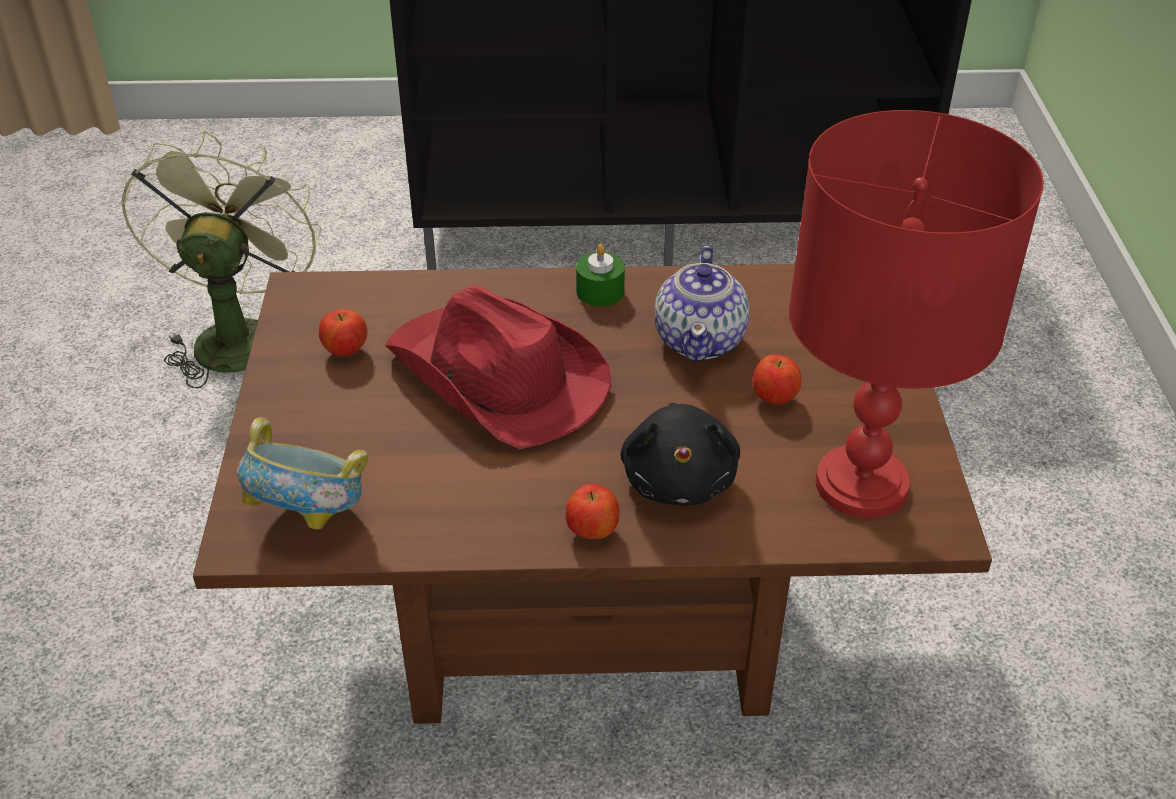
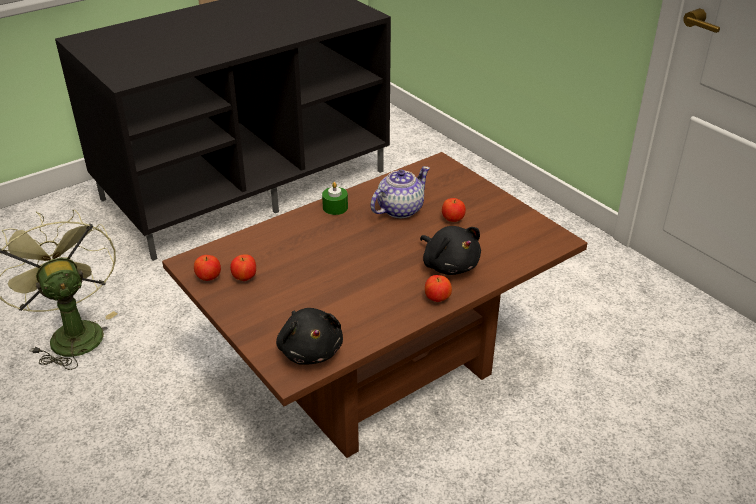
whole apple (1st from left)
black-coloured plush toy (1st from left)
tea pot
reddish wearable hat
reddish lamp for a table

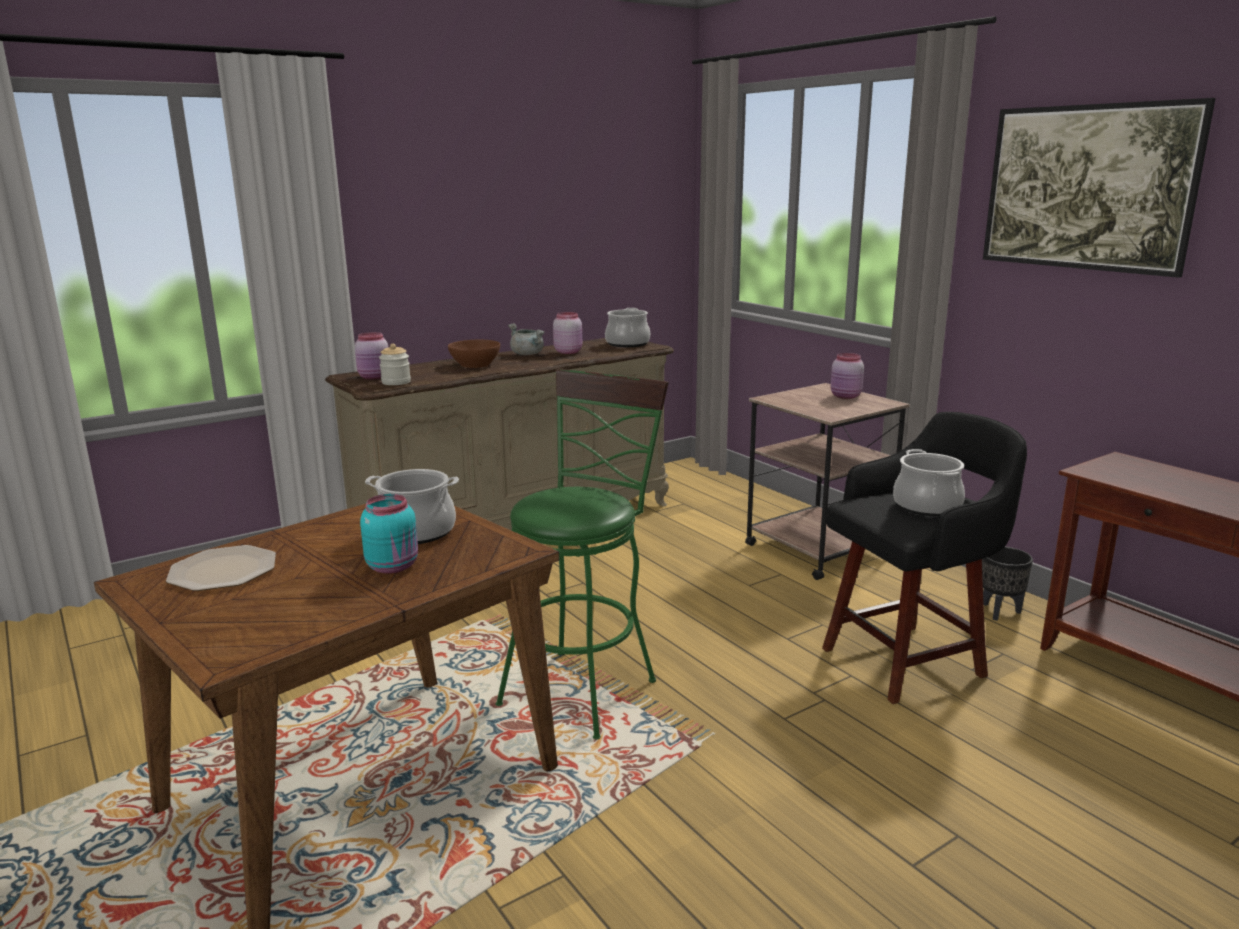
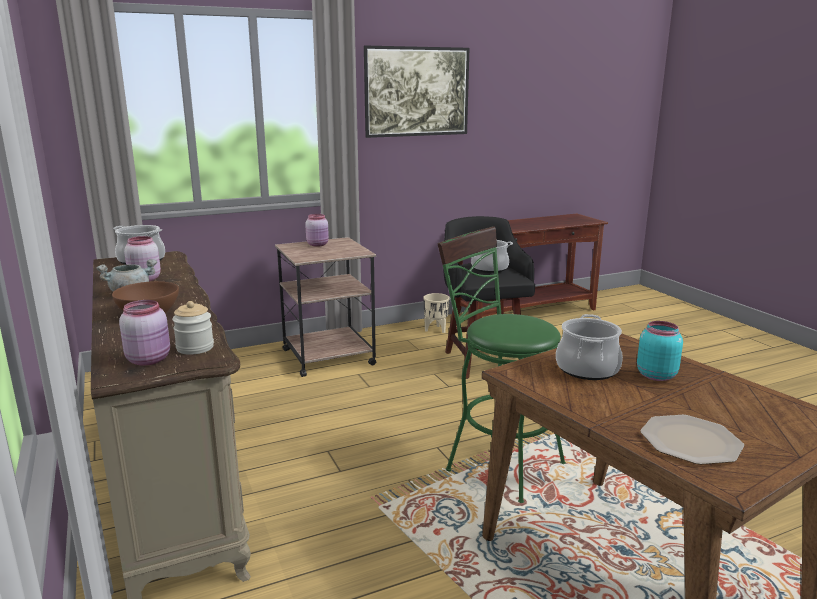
sand-coloured planter

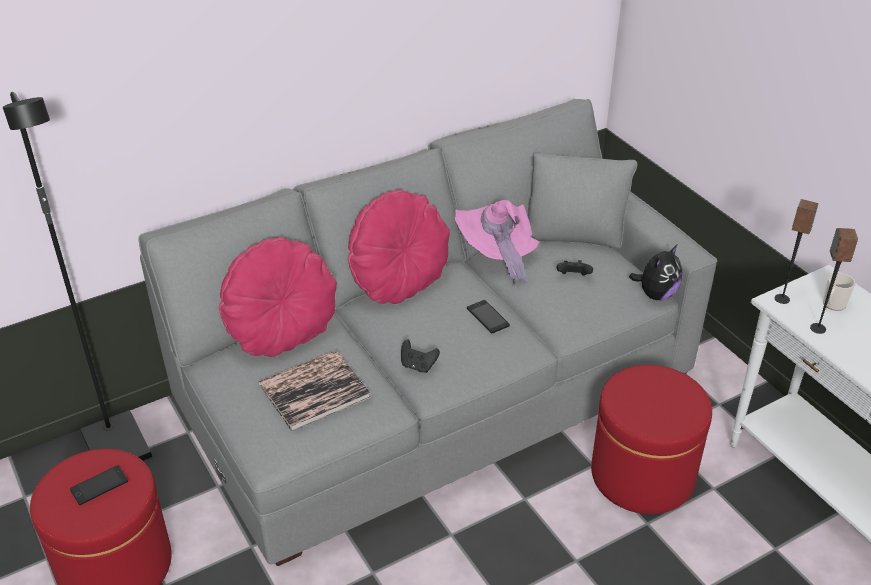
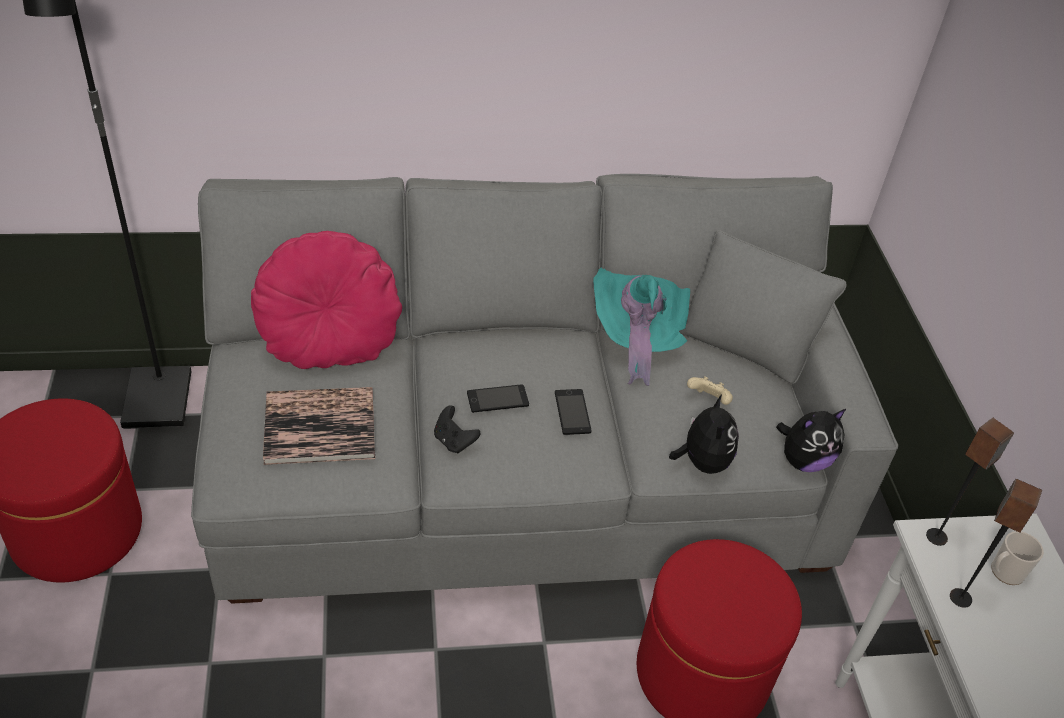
handset (1st from left)
blue-green wearable hat
plush toy (1st from left)
sand-coloured joypad
pink cushion (2nd from left in the first image)

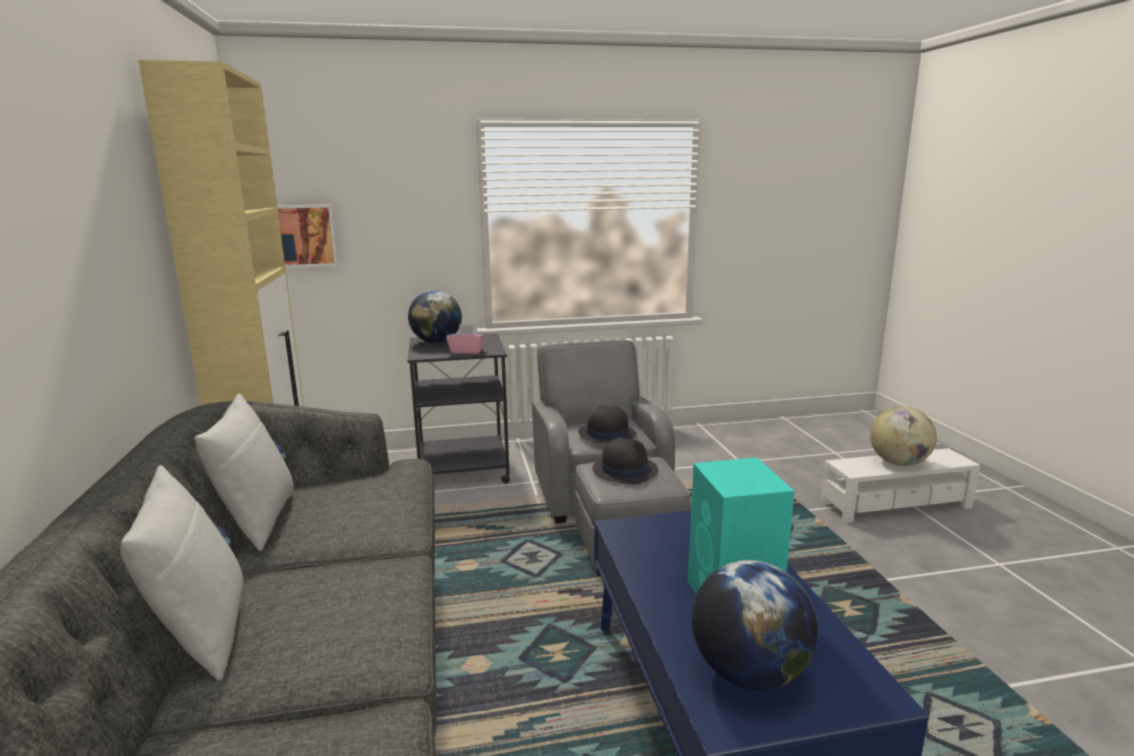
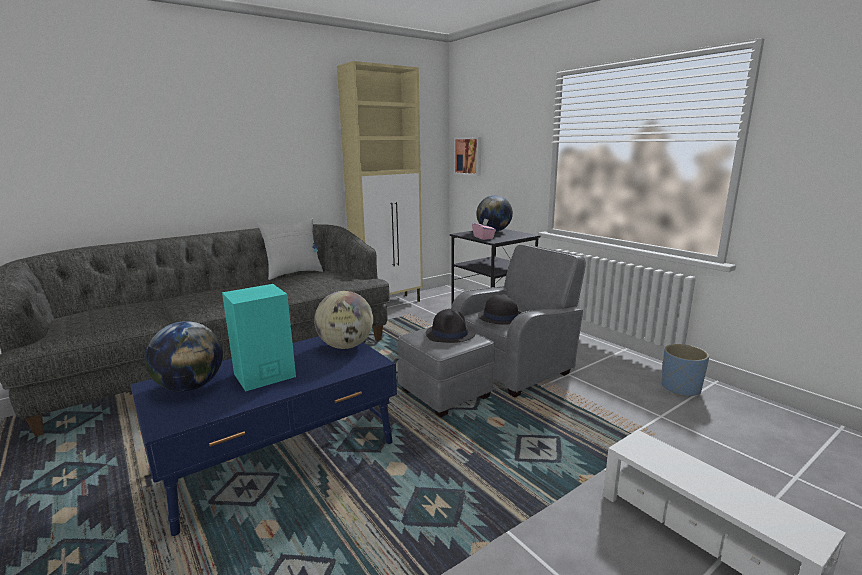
globe (2nd from left)
blue-coloured planter
greyish cushion (1st from left in the first image)

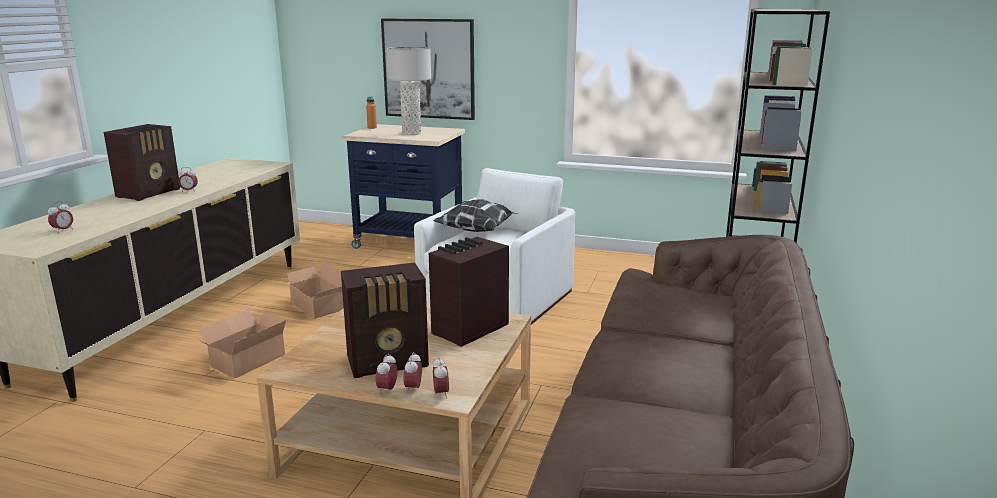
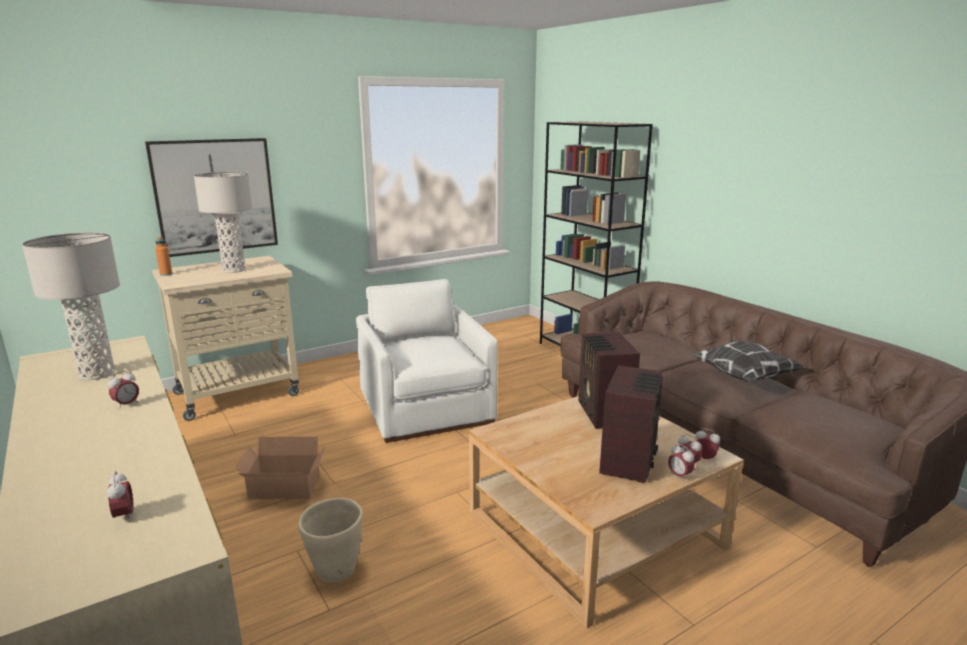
white lamp for a table (1st from left)
sand-coloured cart
sand-coloured planter
cushion
radio (1st from left in the first image)

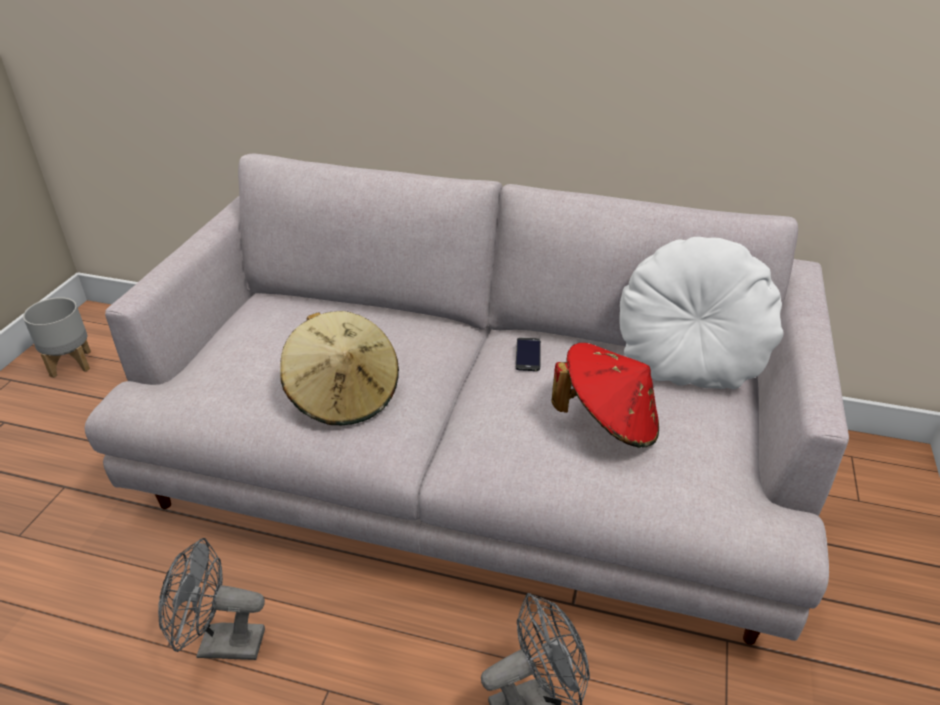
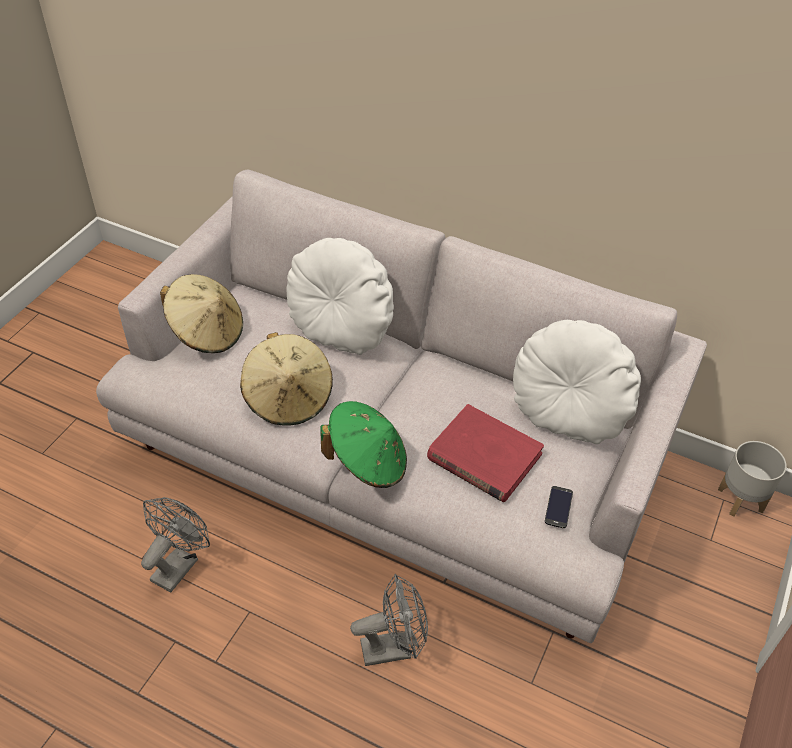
greyish cooling fan (1st from left)
sand-coloured wearable hat (1st from left)
white cushion (1st from left)
greenish wearable hat
reddish bound book
handset
greyish planter

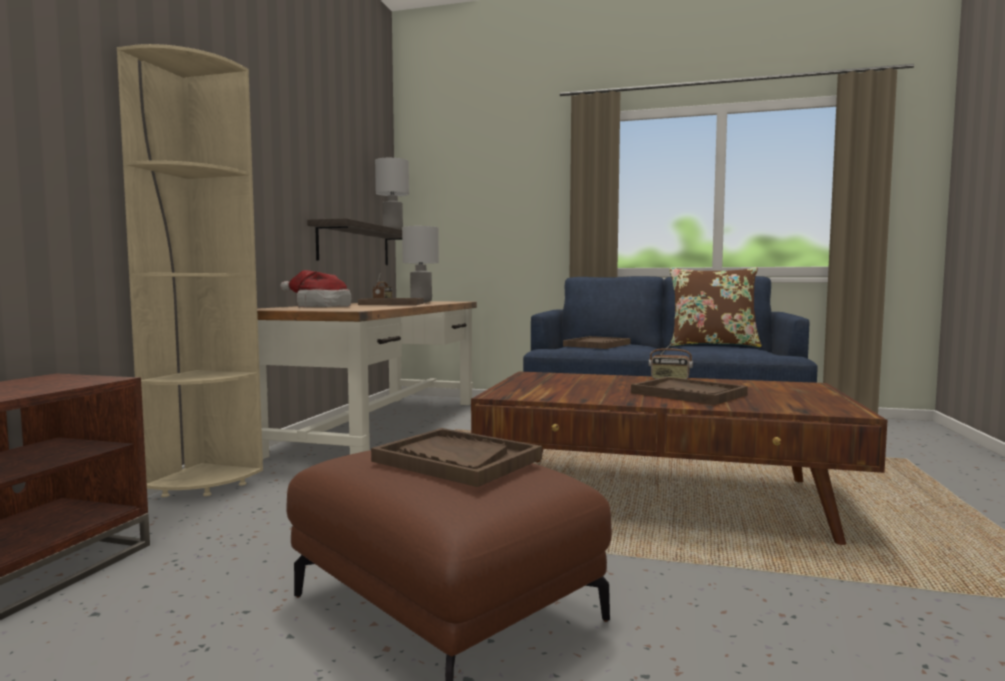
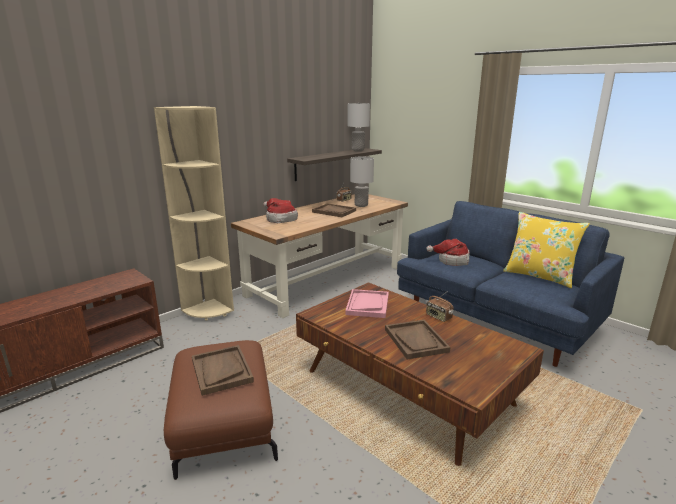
pink serving tray
wearable hat (2nd from left)
yellowish cushion

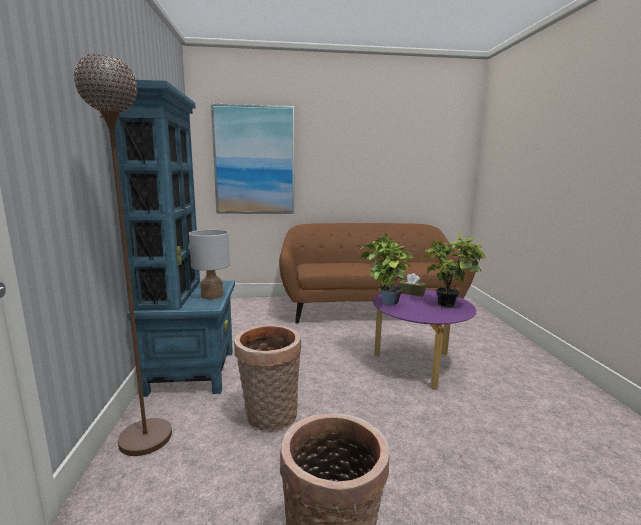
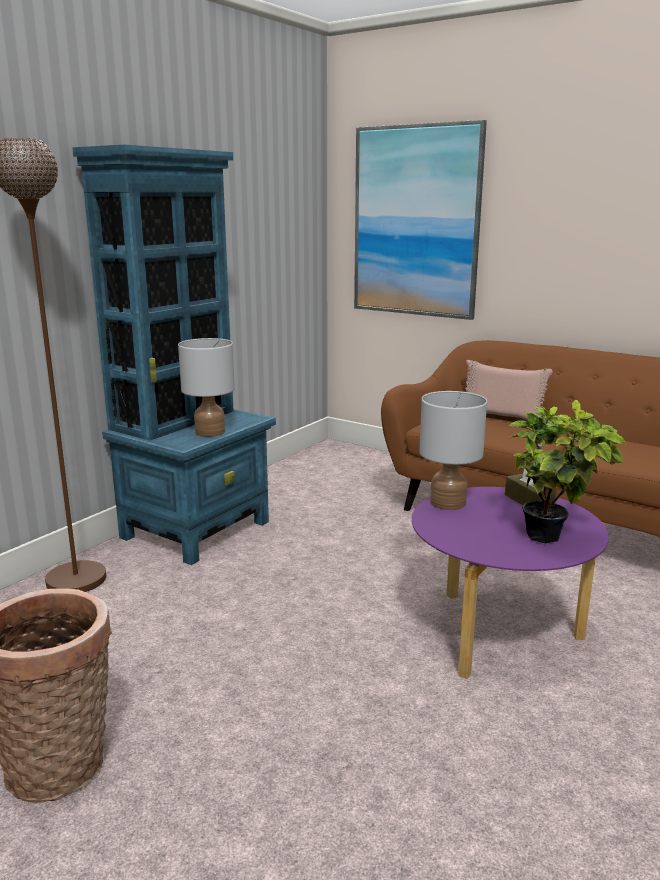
greyish lamp for a table (2nd from left)
sand-coloured cushion
basket (1st from left in the first image)

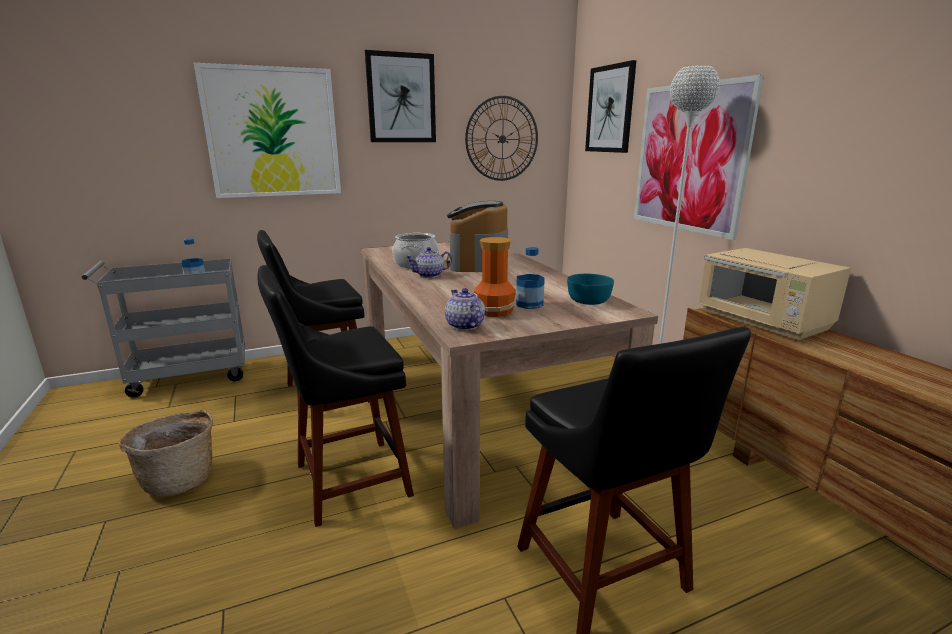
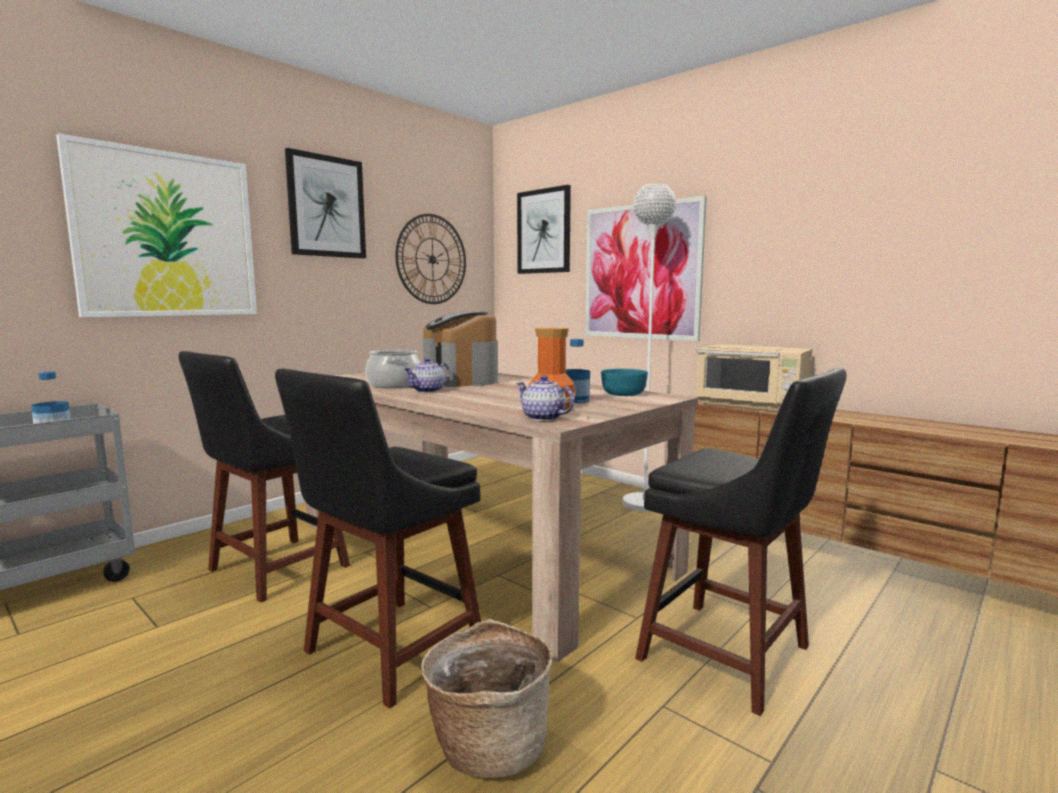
basket

